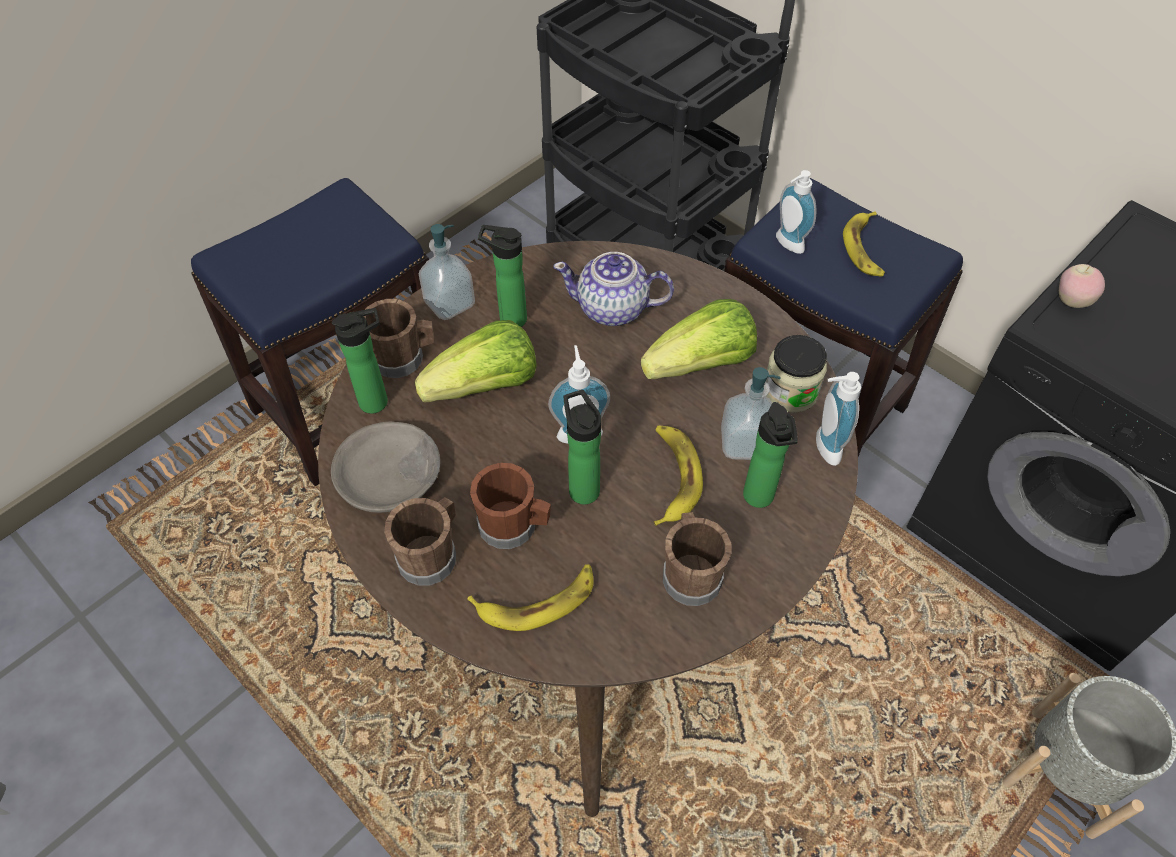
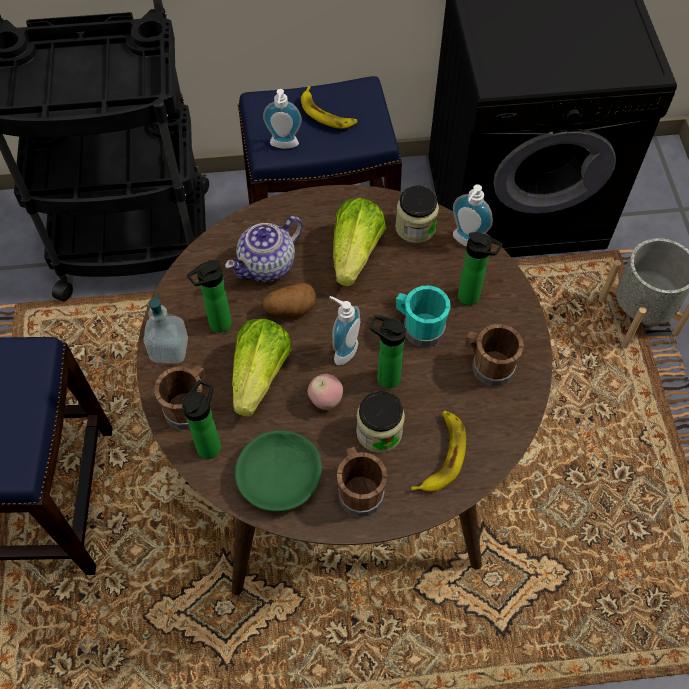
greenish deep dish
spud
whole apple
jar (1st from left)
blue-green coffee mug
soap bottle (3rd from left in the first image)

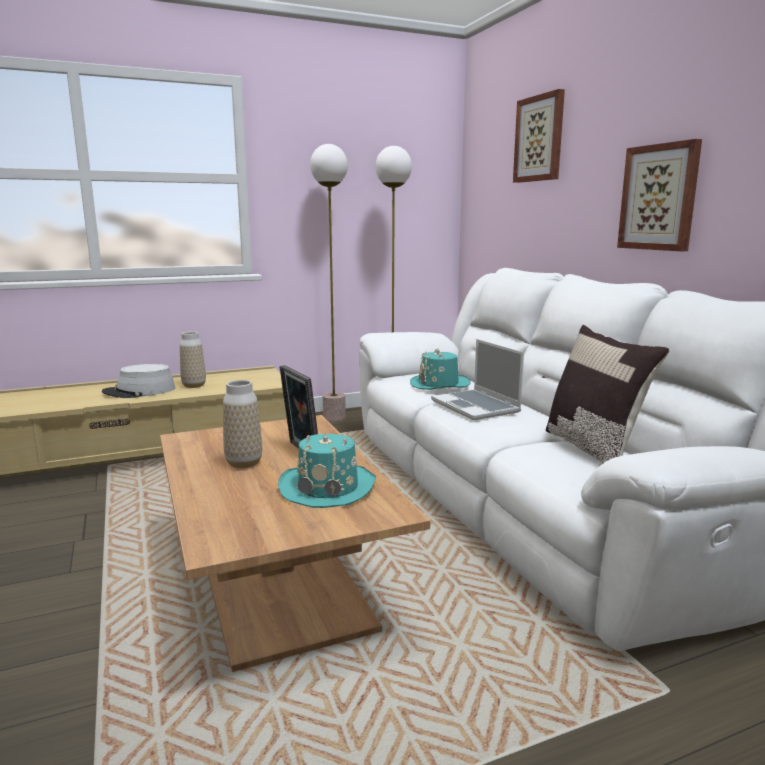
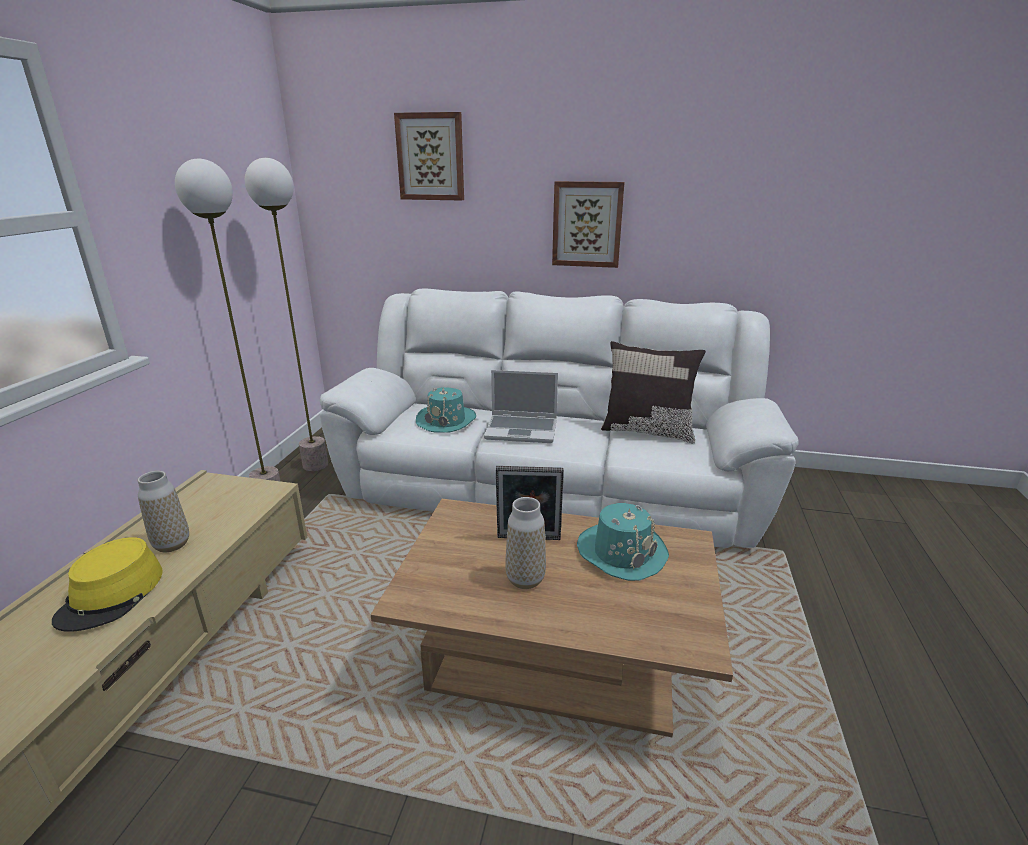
yellowish wearable hat

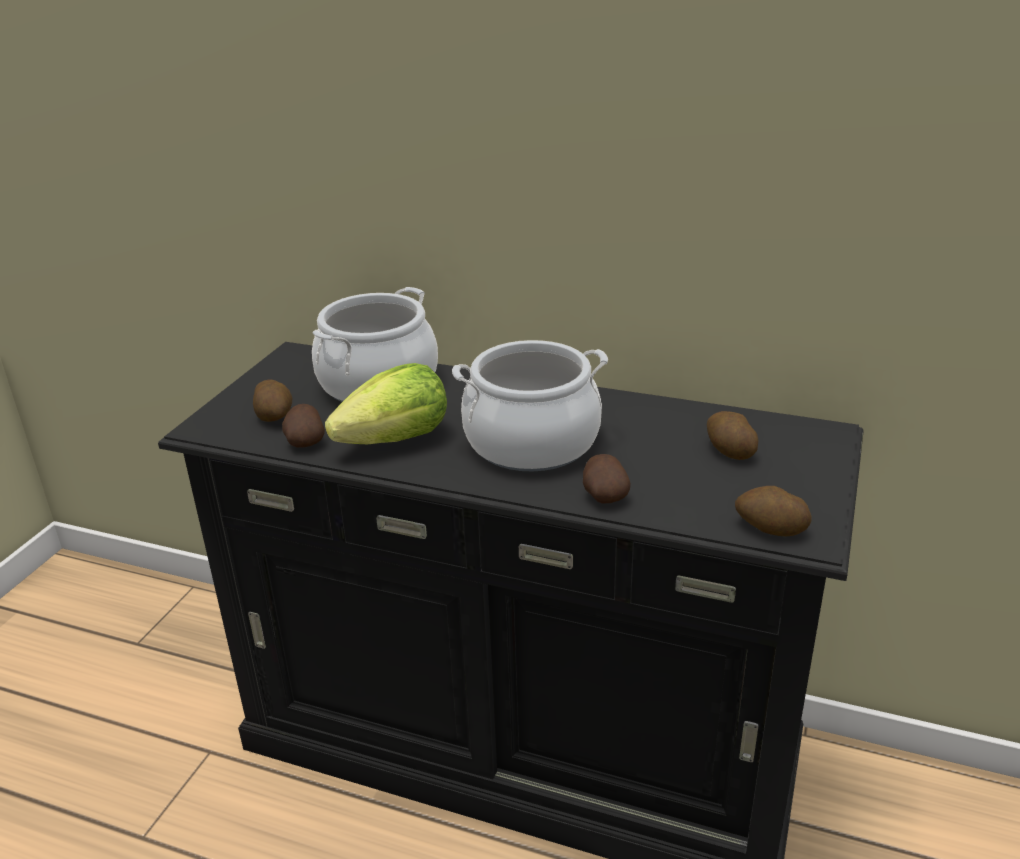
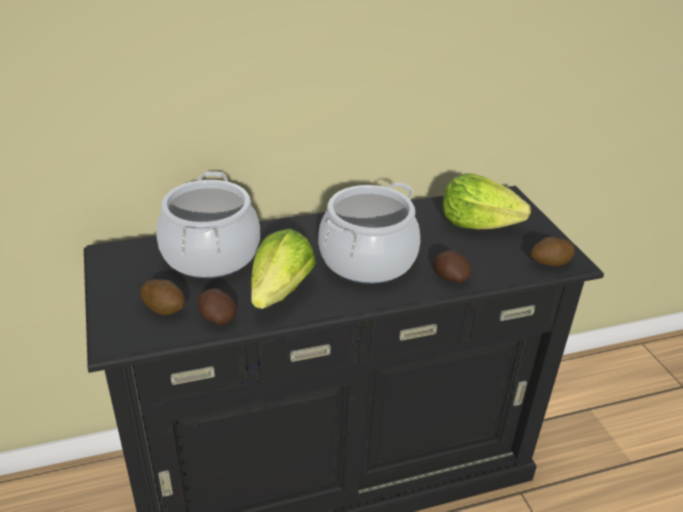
head of lettuce (2nd from left)

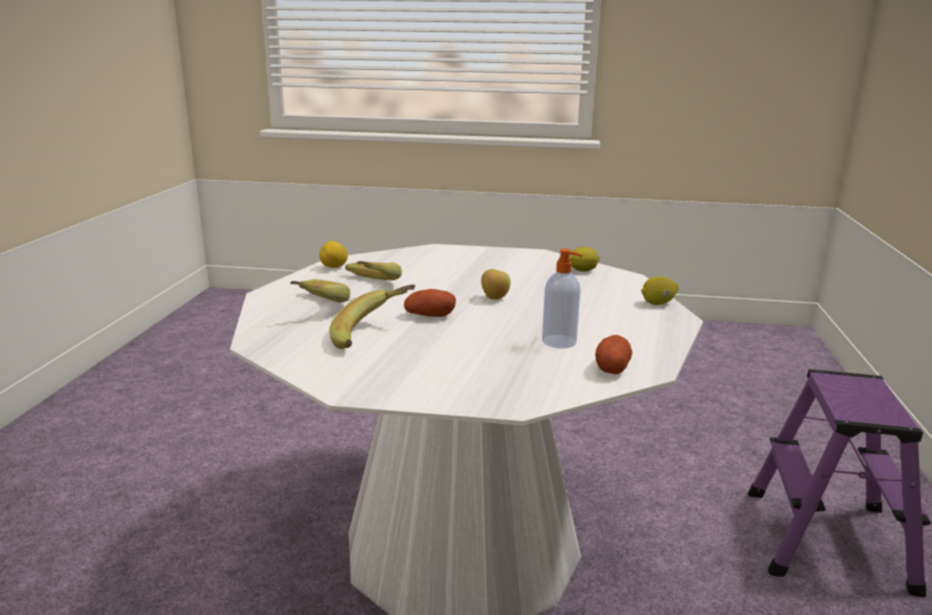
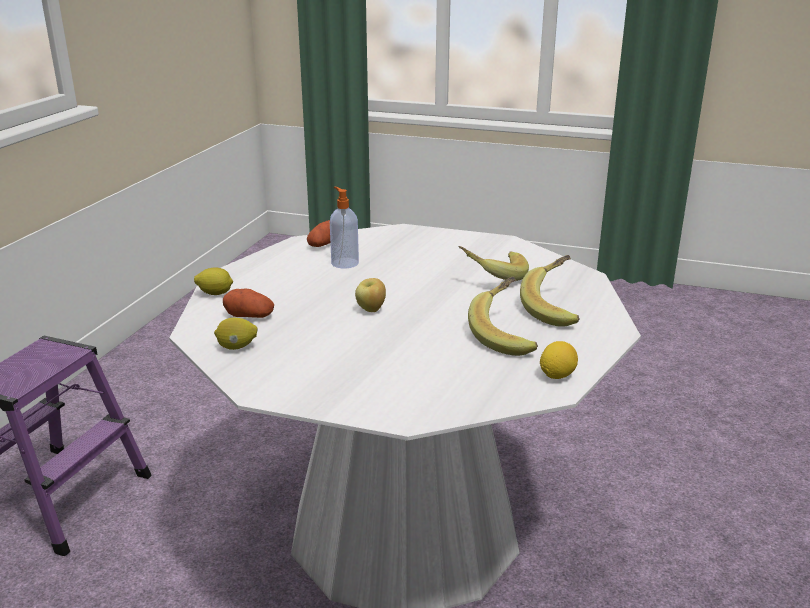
spud (1st from left)

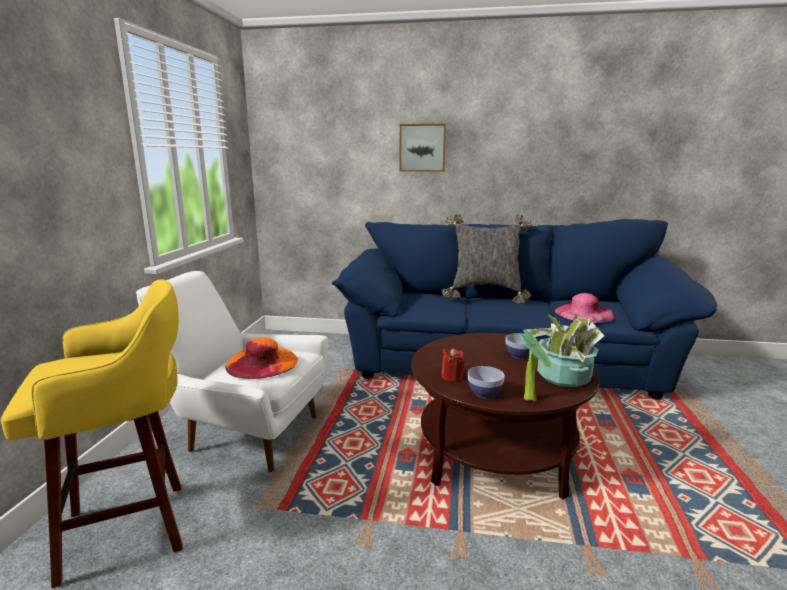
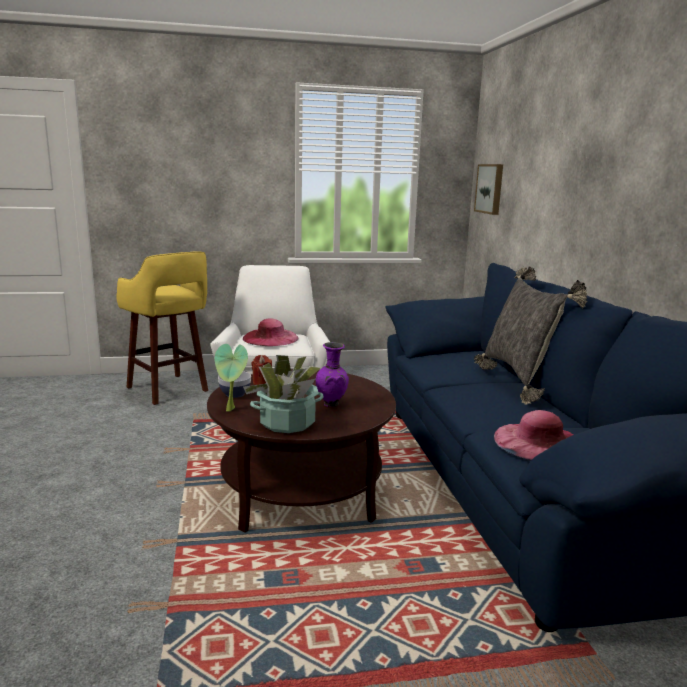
pink wearable hat (1st from left)
purple-coloured vase
wall picture

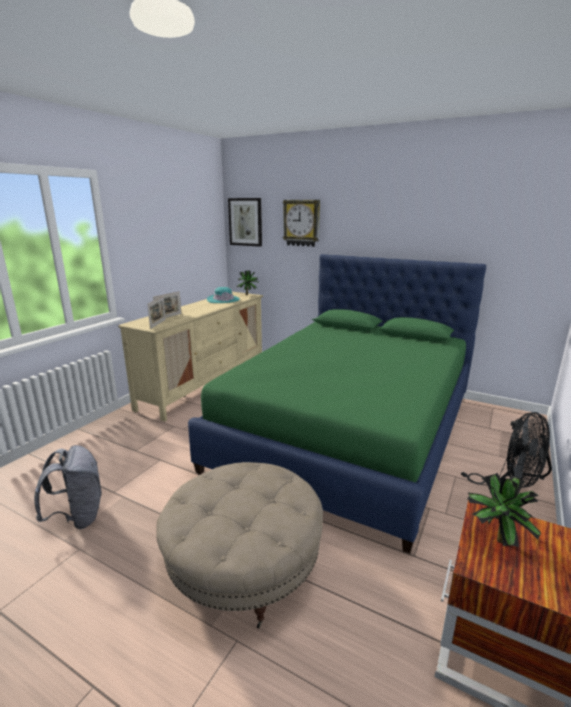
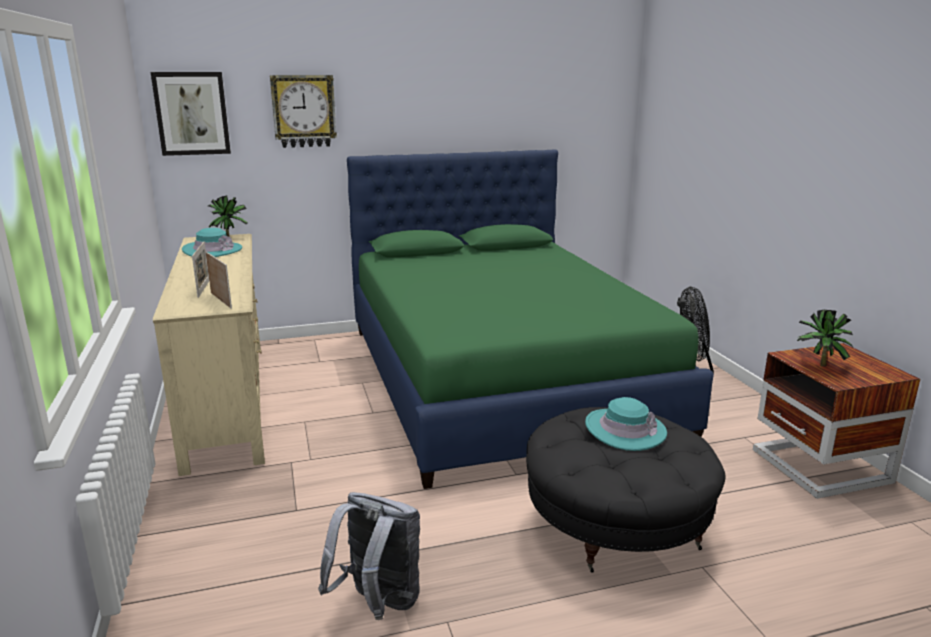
black-coloured footrest
blue-green wearable hat (2nd from left)

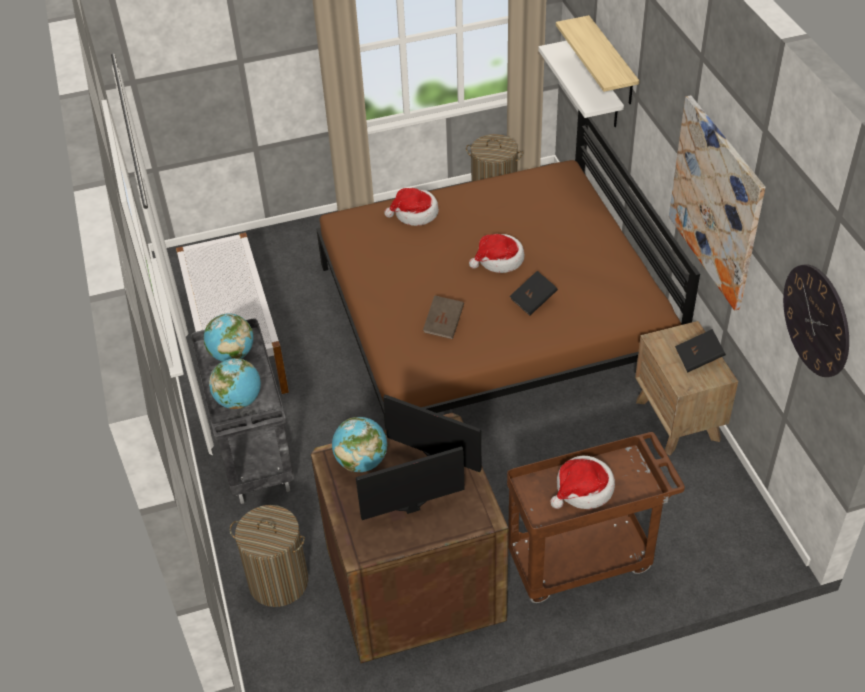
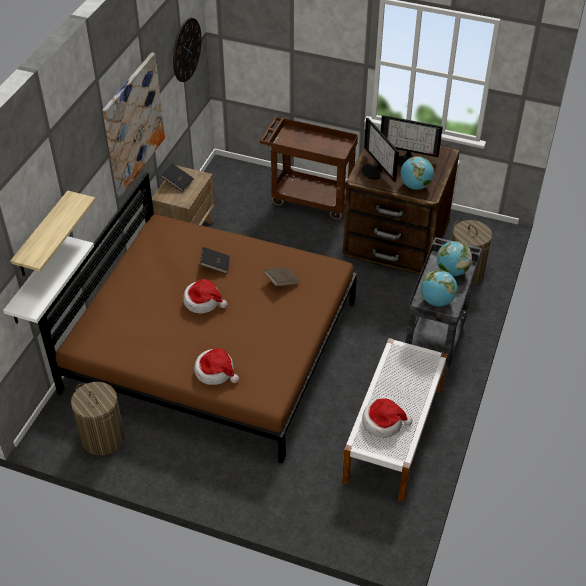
wearable hat (3rd from left)

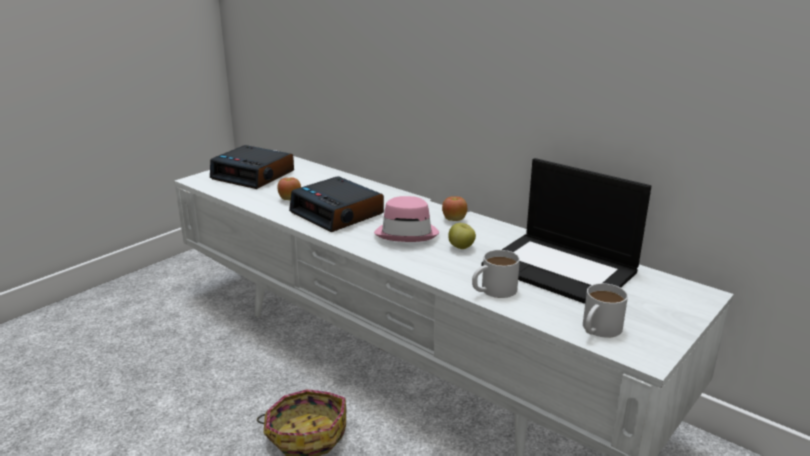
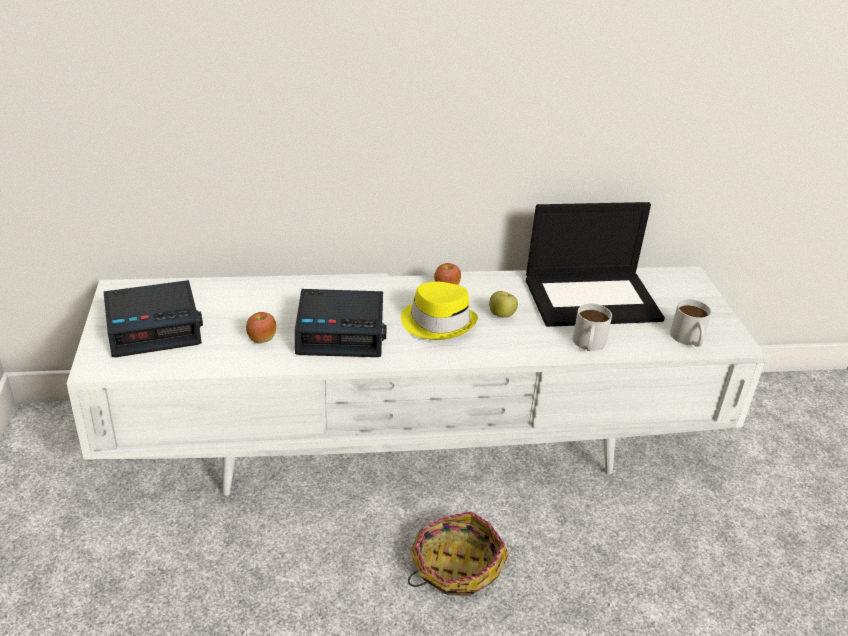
yellowish wearable hat

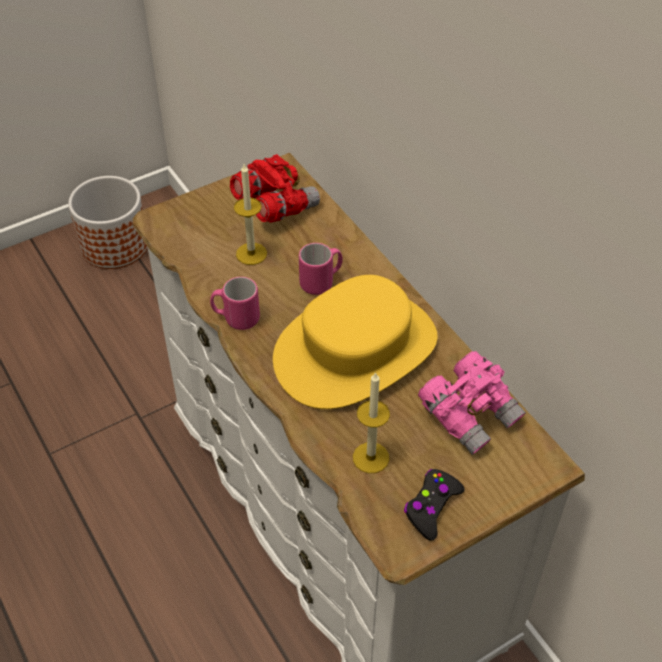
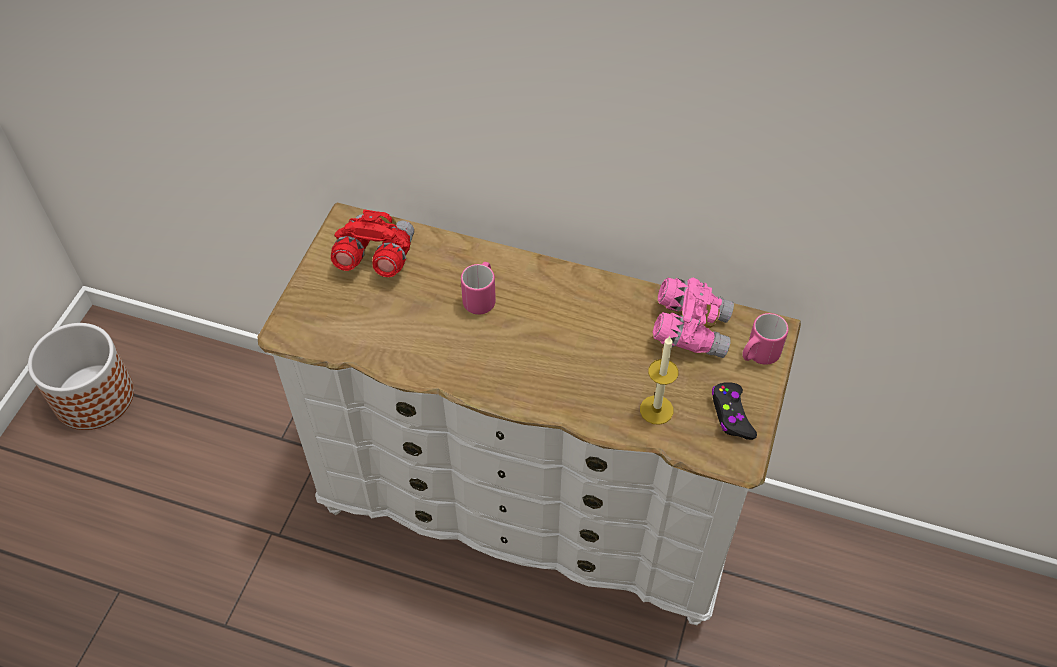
pink coffee mug (2nd from left)
wax light (1st from left in the first image)
yellowish wearable hat

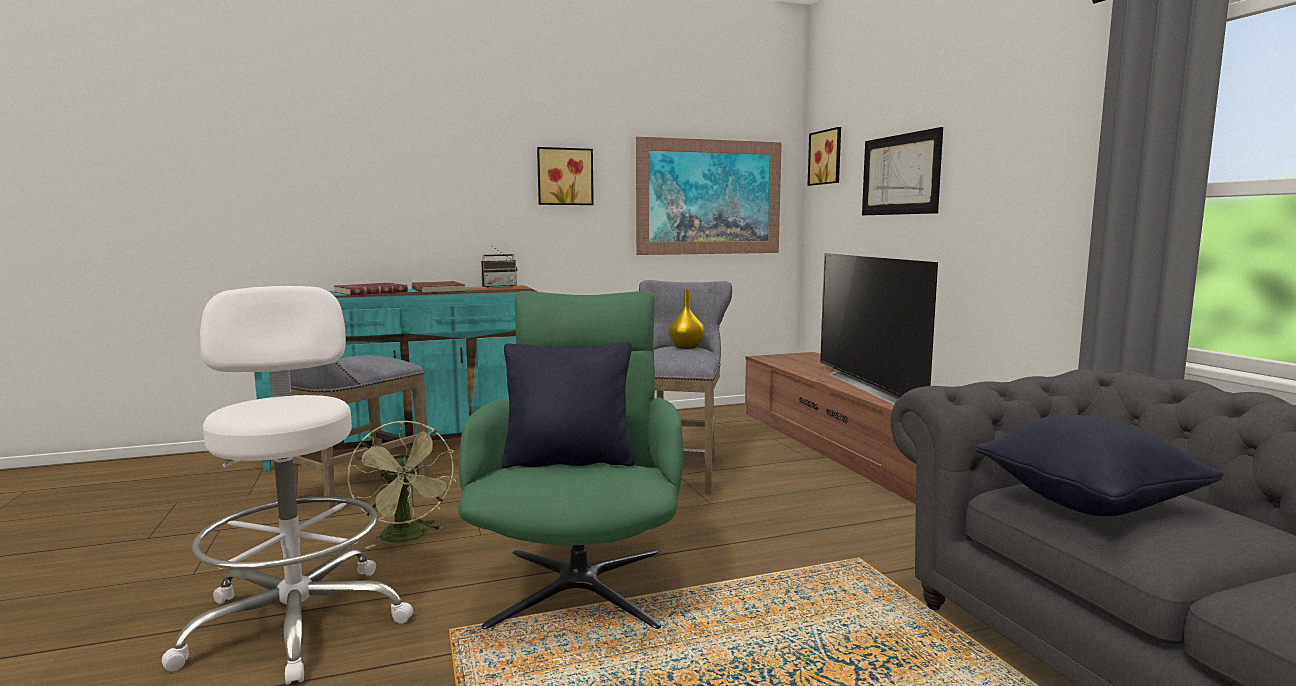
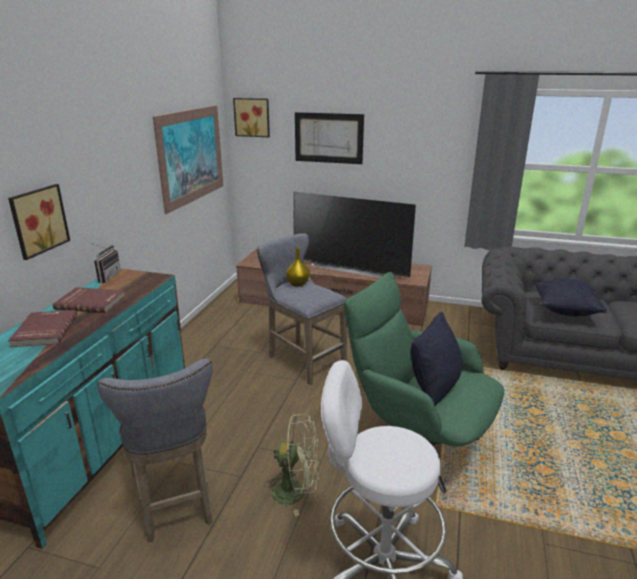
wall picture (1st from left)

